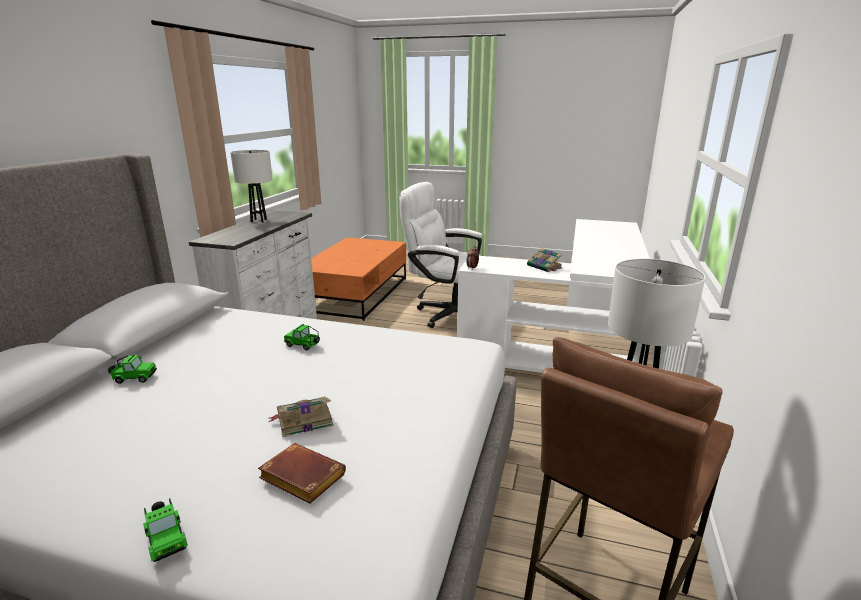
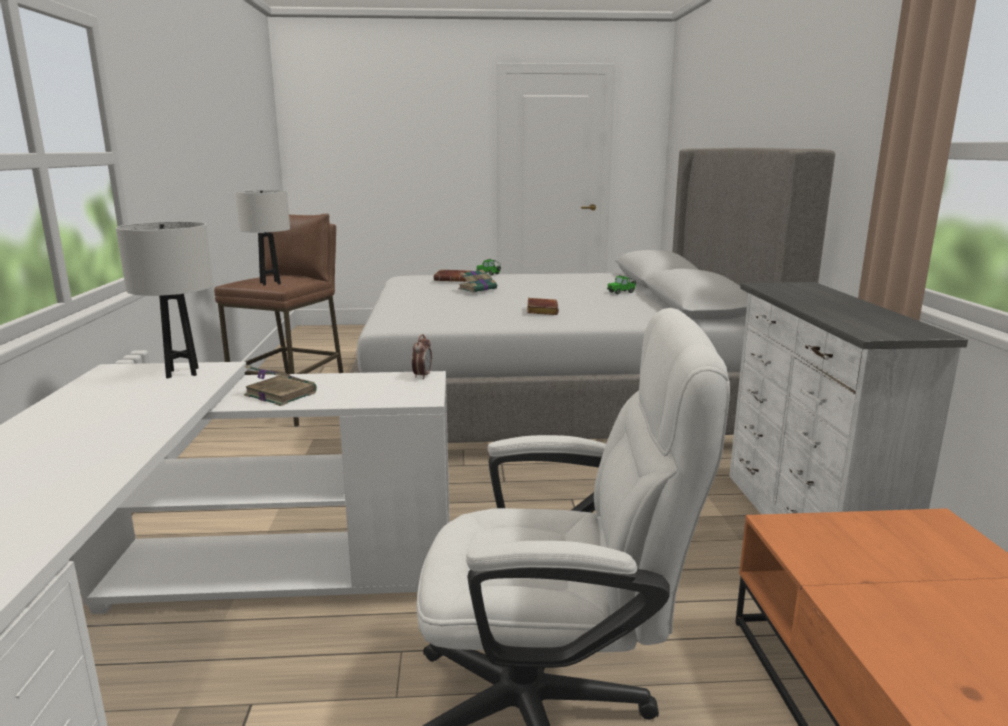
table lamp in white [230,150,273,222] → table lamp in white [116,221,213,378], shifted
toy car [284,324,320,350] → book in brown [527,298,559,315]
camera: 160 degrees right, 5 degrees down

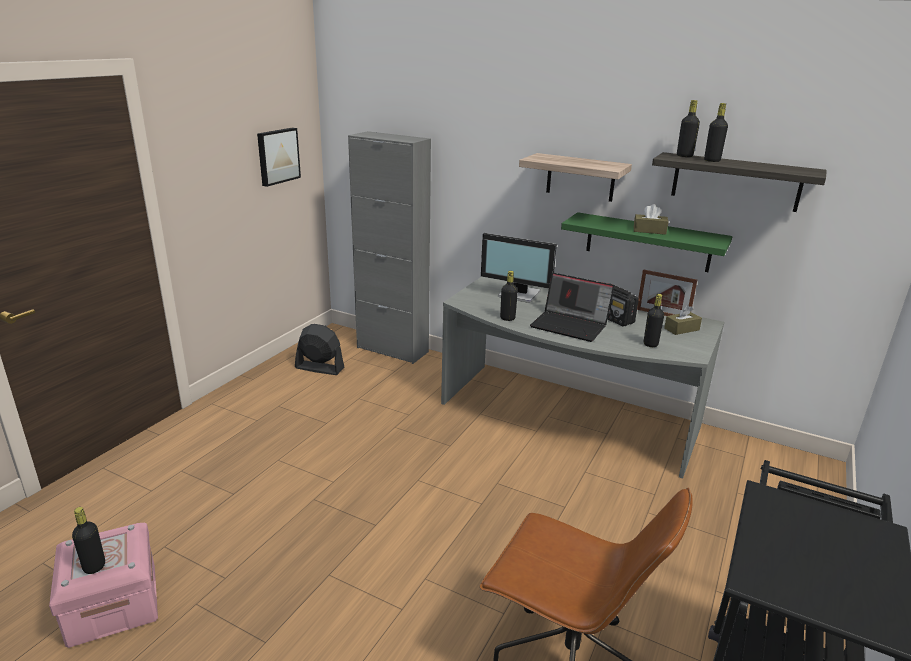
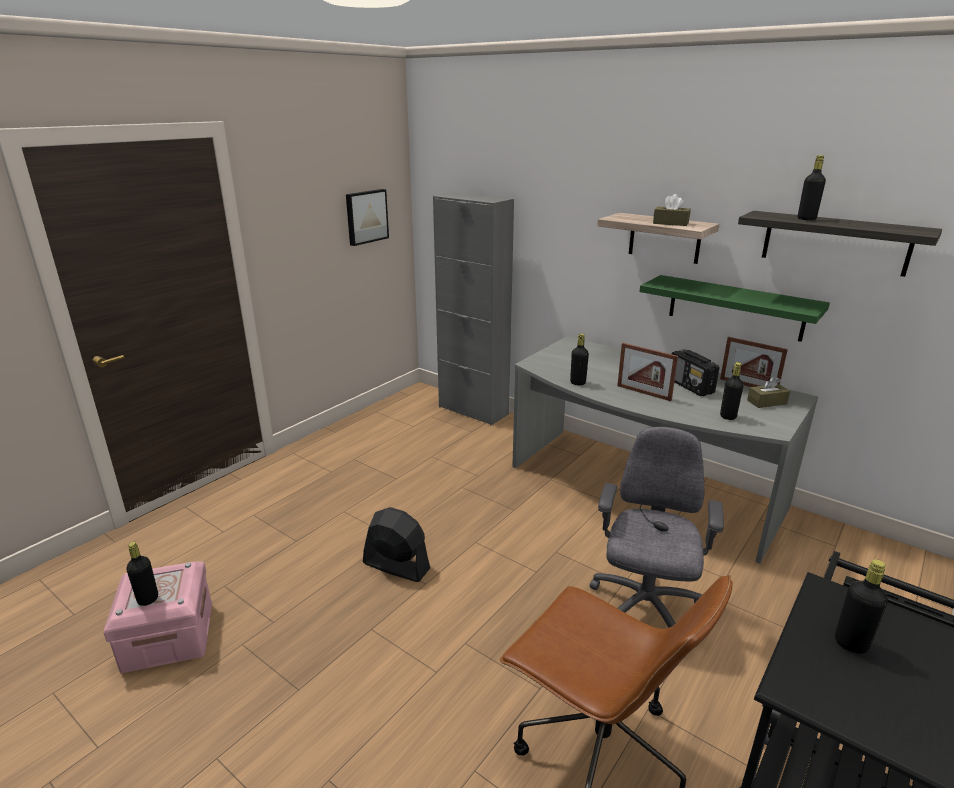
fan in black [295,324,344,375] → fan in black [363,507,430,582], shifted
monitor [481,233,557,303] → -
laptop [530,273,614,342] → picture frame [617,343,678,401]
tissue box in brown [634,204,669,235] → tissue box in brown [653,194,691,226], shifted
bottle in black [677,100,700,157] → bottle in black [835,559,888,654], shifted
- → office chair in grey [590,427,724,628]
camera: 10 degrees right, 0 degrees up

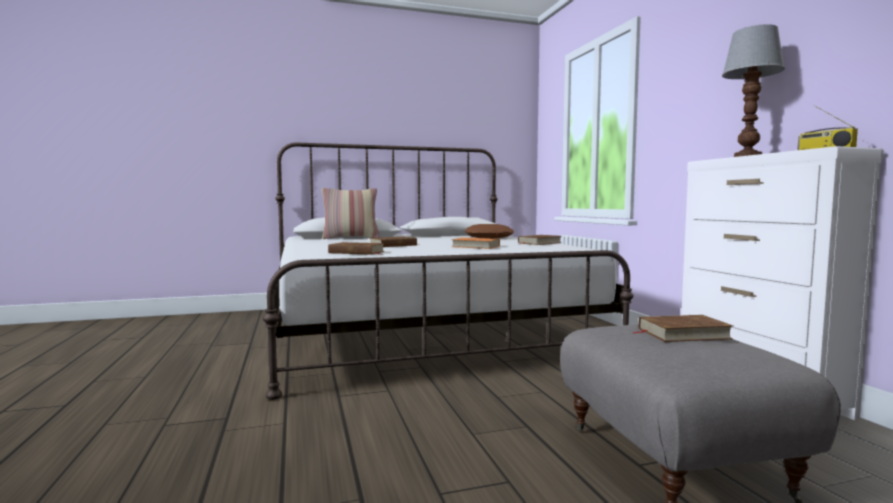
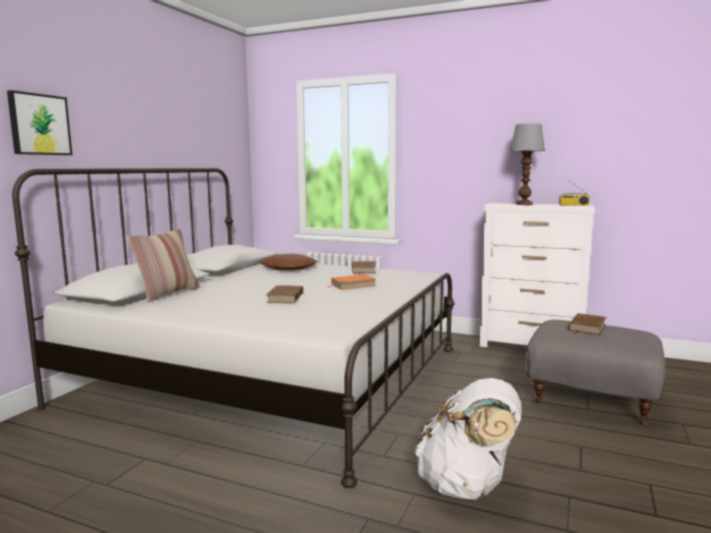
book in brown [328,242,385,255] → -
- → picture [7,90,72,155]
- → backpack in white [414,378,521,500]
camera: 50 degrees left, 5 degrees up

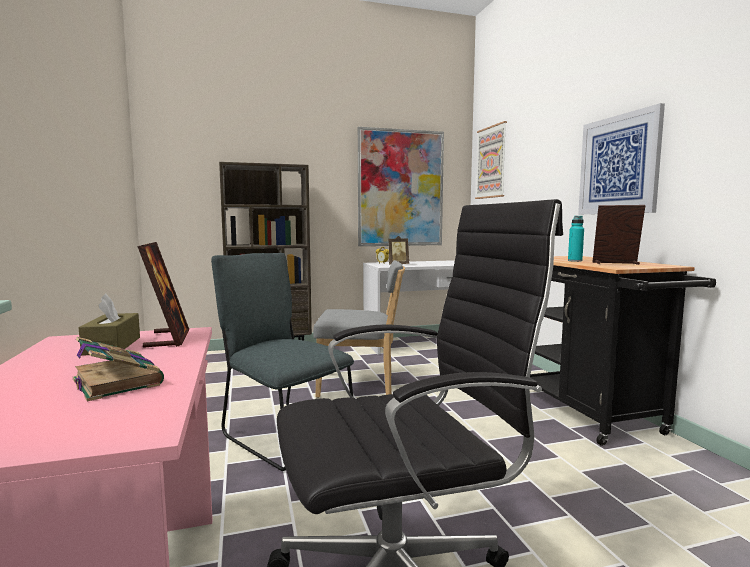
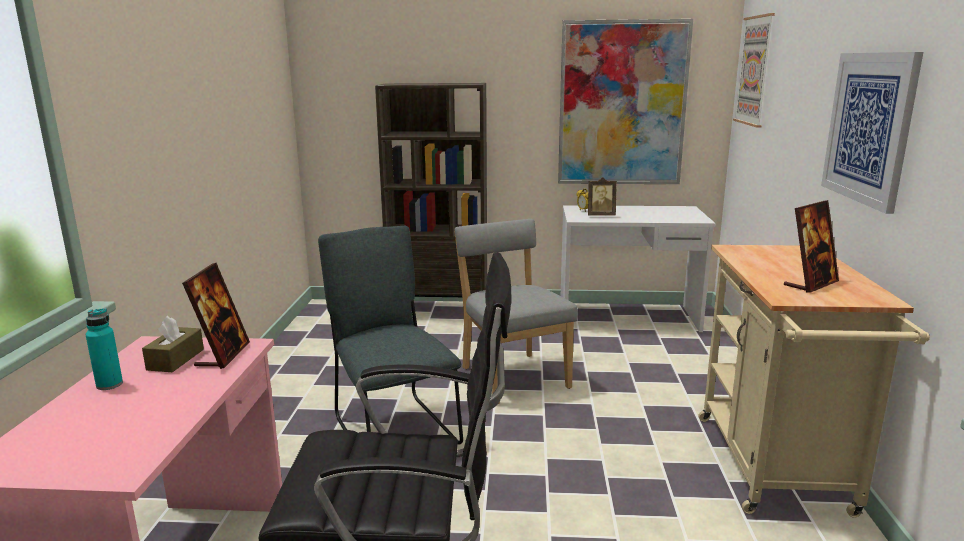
book [73,337,164,402] → -
chair in grey [313,260,405,398] → chair in grey [454,219,578,404], 135 degrees counterclockwise
cart in black [530,256,716,446] → cart in beige [698,245,930,518]
bottle in turquoise [568,216,584,262] → bottle in turquoise [86,308,123,390], shifted
picture frame [593,205,645,265] → picture frame [784,200,839,293], 105 degrees clockwise
camera: 20 degrees right, 10 degrees up

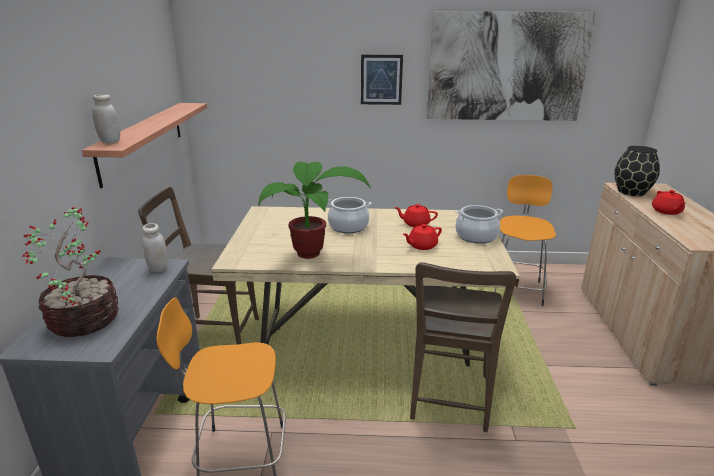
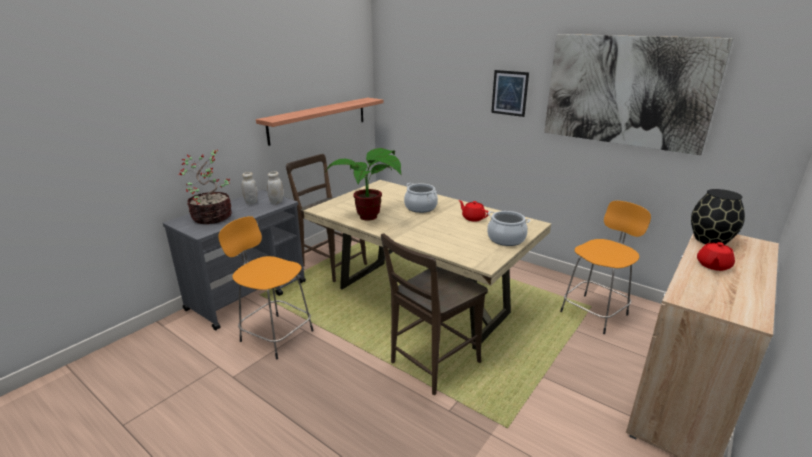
jar in white [93,94,120,143] → jar in white [242,172,258,205], shifted
teapot in red [403,224,442,250] → -
camera: 35 degrees right, 0 degrees up

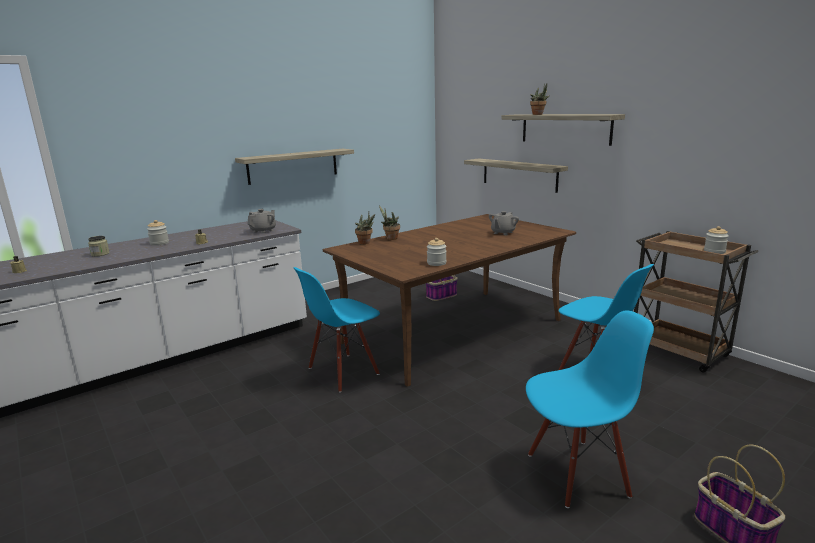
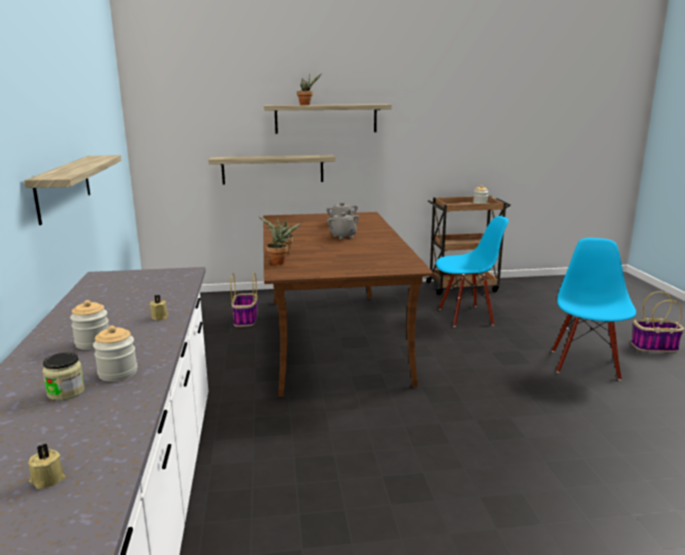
teapot in grey [248,209,276,234] → teapot in grey [327,212,359,239], shifted
chair in blue [293,267,380,393] → -
jar [427,238,446,266] → jar [93,326,137,381], shifted
camera: 60 degrees left, 0 degrees up

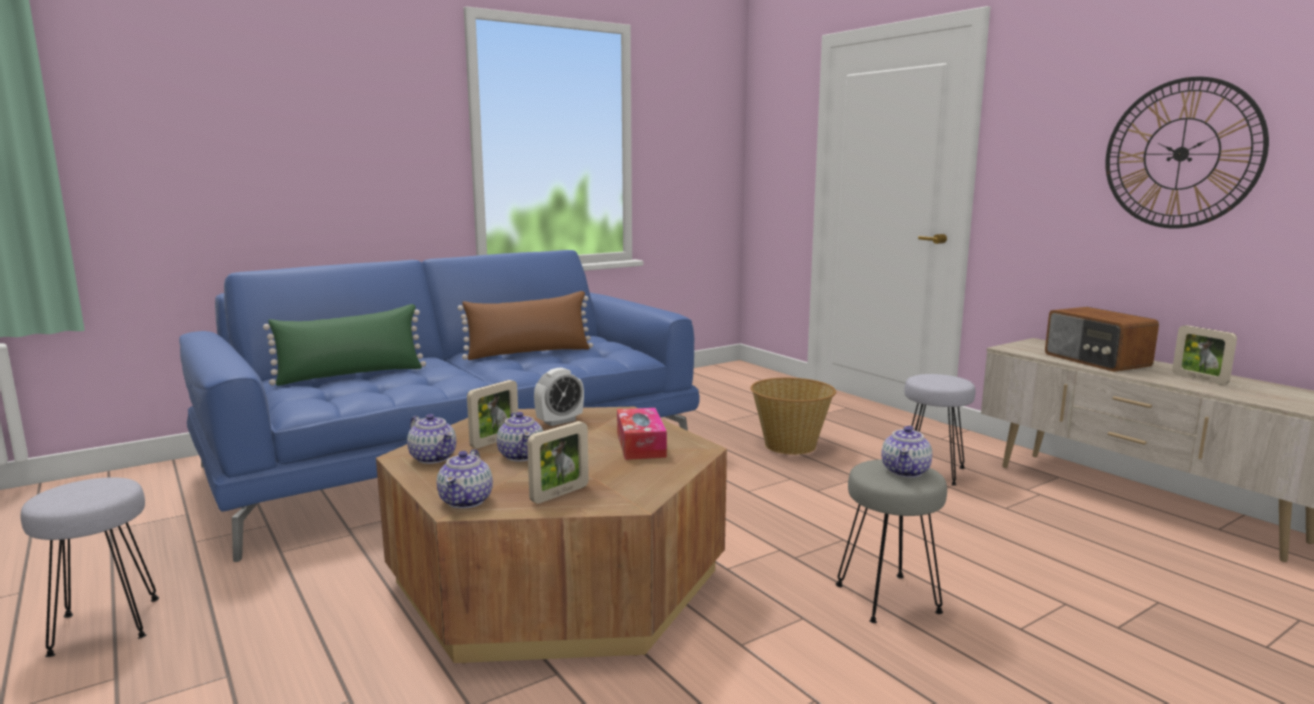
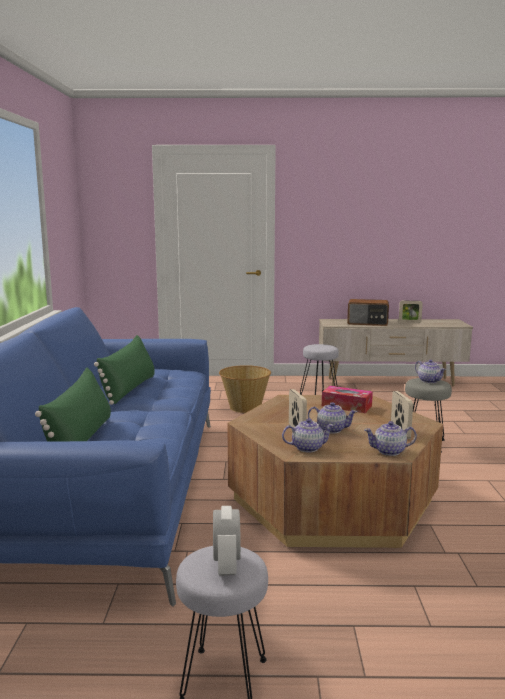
teapot [437,449,493,509] → teapot [364,421,417,456], 135 degrees clockwise
pillow in brown [458,291,593,360] → pillow in green [94,335,155,405]
alarm clock [534,368,584,426] → alarm clock [213,506,241,576], shifted
wall clock [1105,77,1269,229] → -
camera: 55 degrees left, 0 degrees up

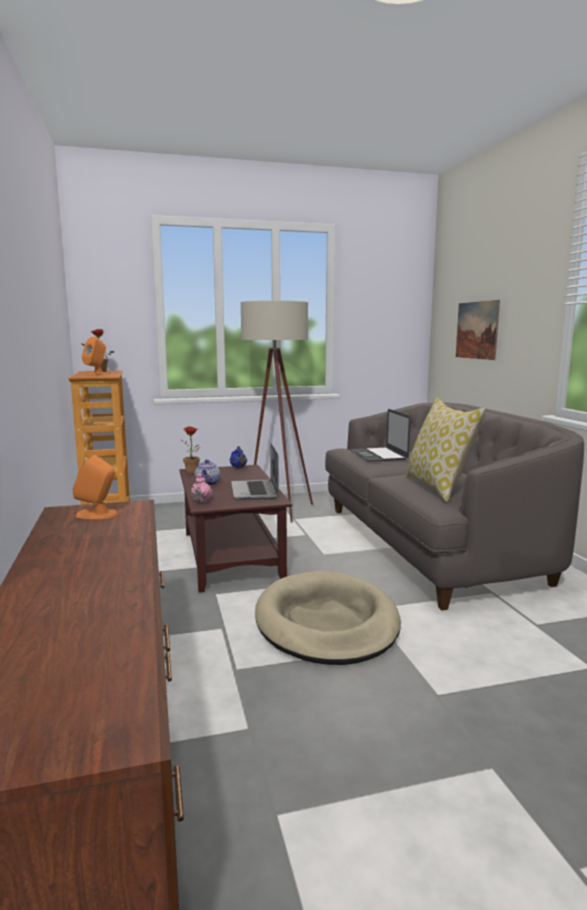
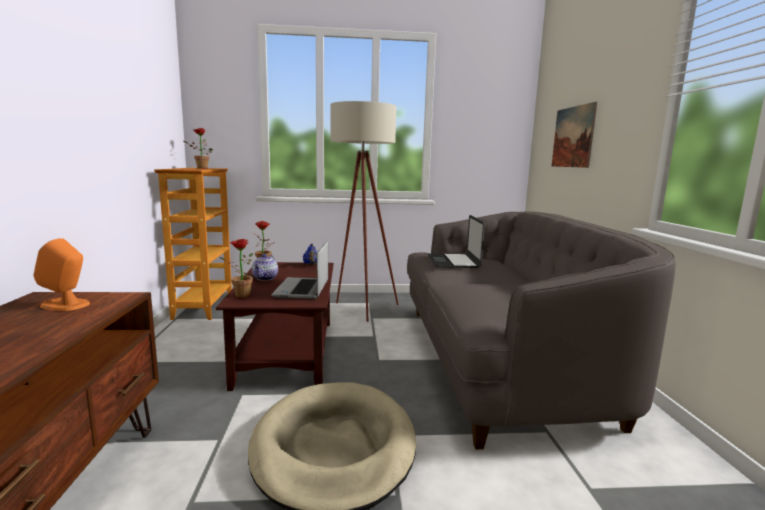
speaker in orange [82,336,108,375] → -
teapot in pink [190,474,212,502] → potted plant [219,239,253,298]
pillow [406,397,485,502] → -
camera: 10 degrees right, 0 degrees up

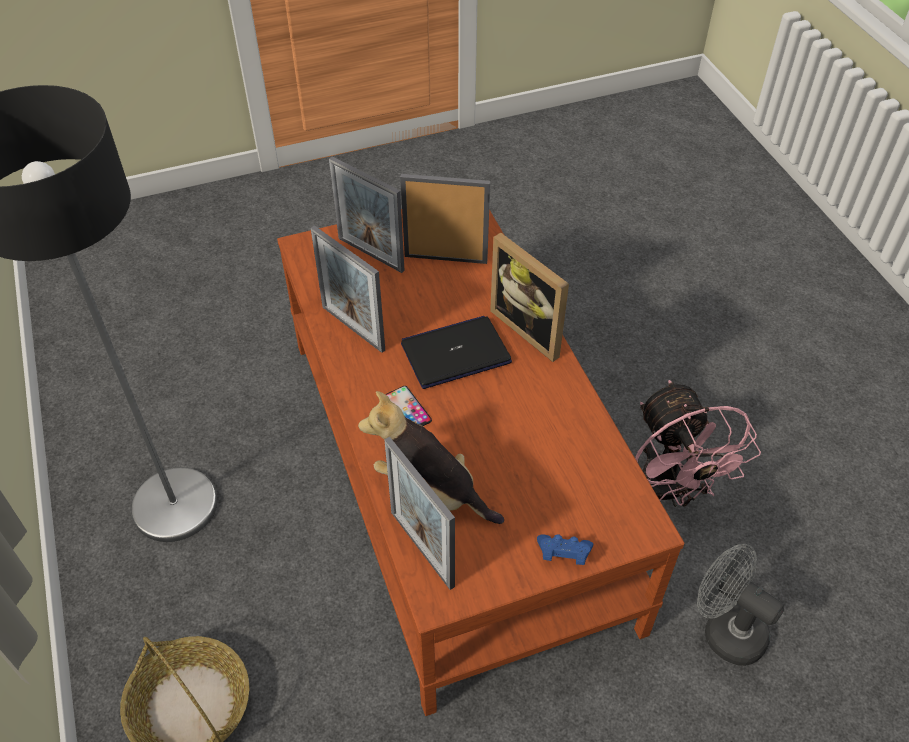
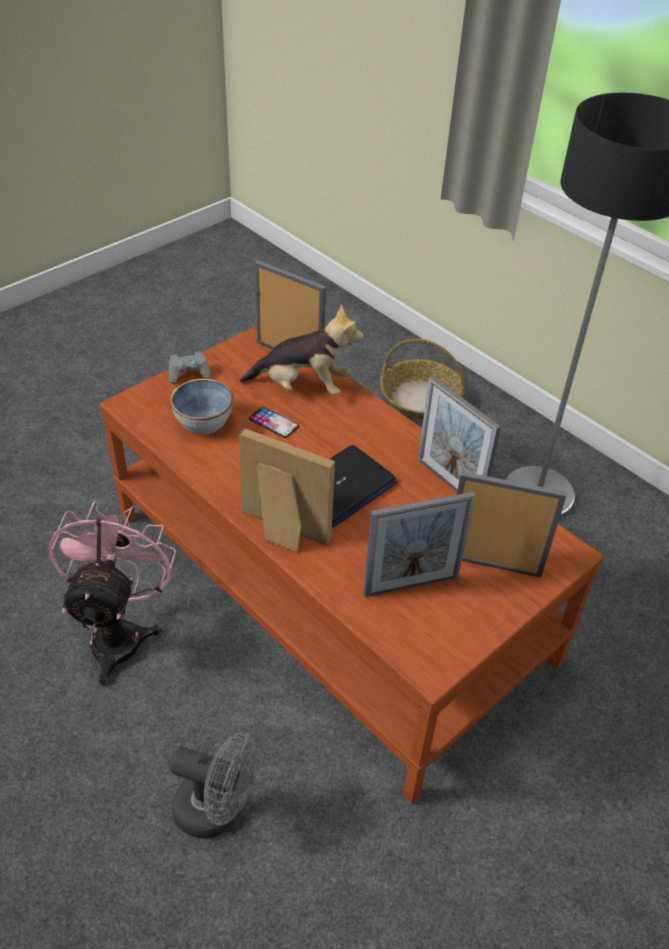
picture frame [311,225,385,353] → picture frame [418,376,501,492], 150 degrees counterclockwise
phone [385,386,432,426] → phone [249,407,299,438], shifted
game controller in blue [537,534,593,565] → game controller in grey [168,351,211,384]
fan in pink [635,380,761,507] → fan in pink [48,501,176,686], 45 degrees clockwise
fan in grey [697,544,784,666] → fan in grey [170,732,258,839], shifted
- → bowl [170,378,233,435]
camera: 155 degrees right, 5 degrees down

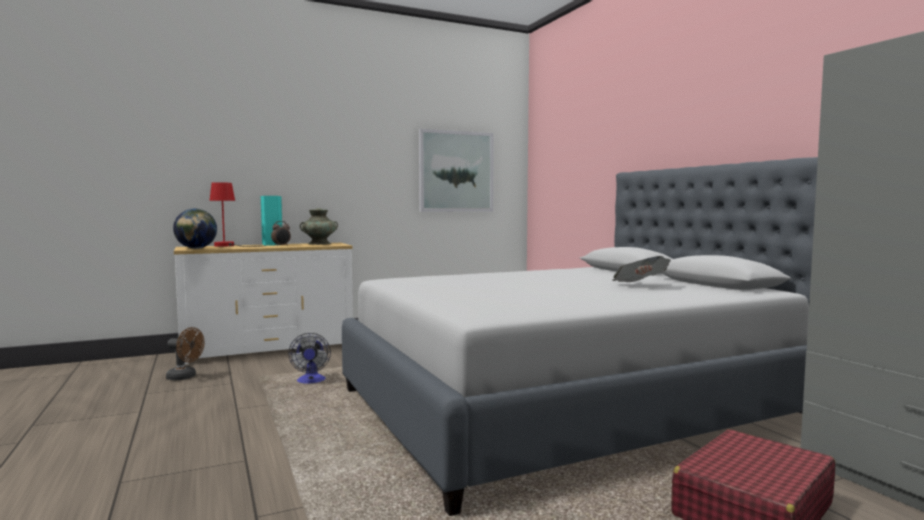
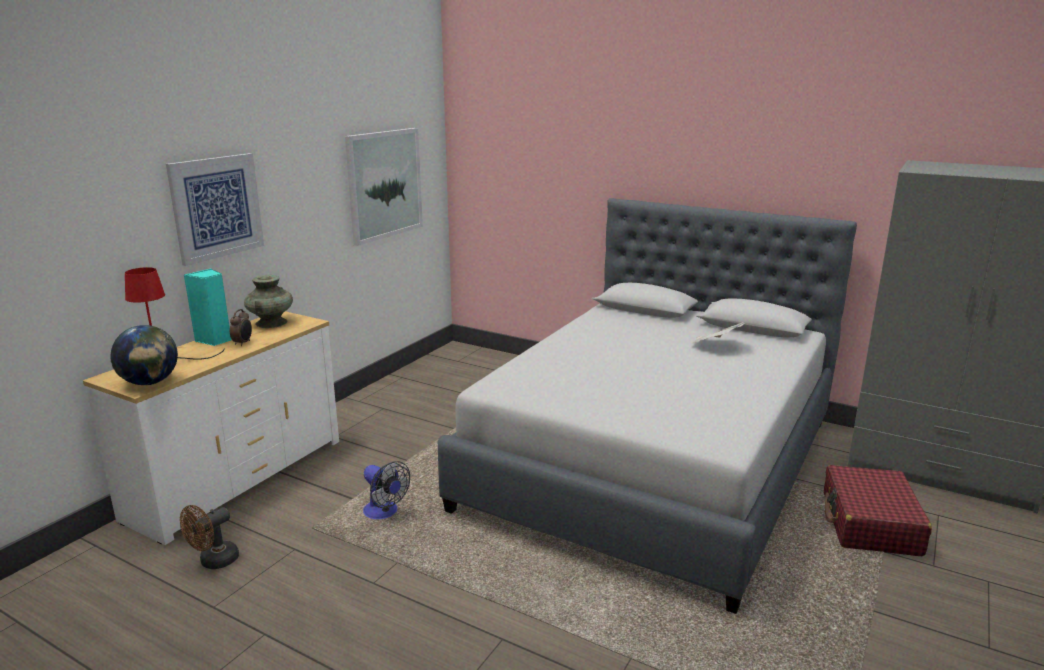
fan in brown [166,327,205,380] → fan in brown [180,505,239,569], 150 degrees clockwise
- → picture [166,153,264,266]
camera: 35 degrees left, 15 degrees up

